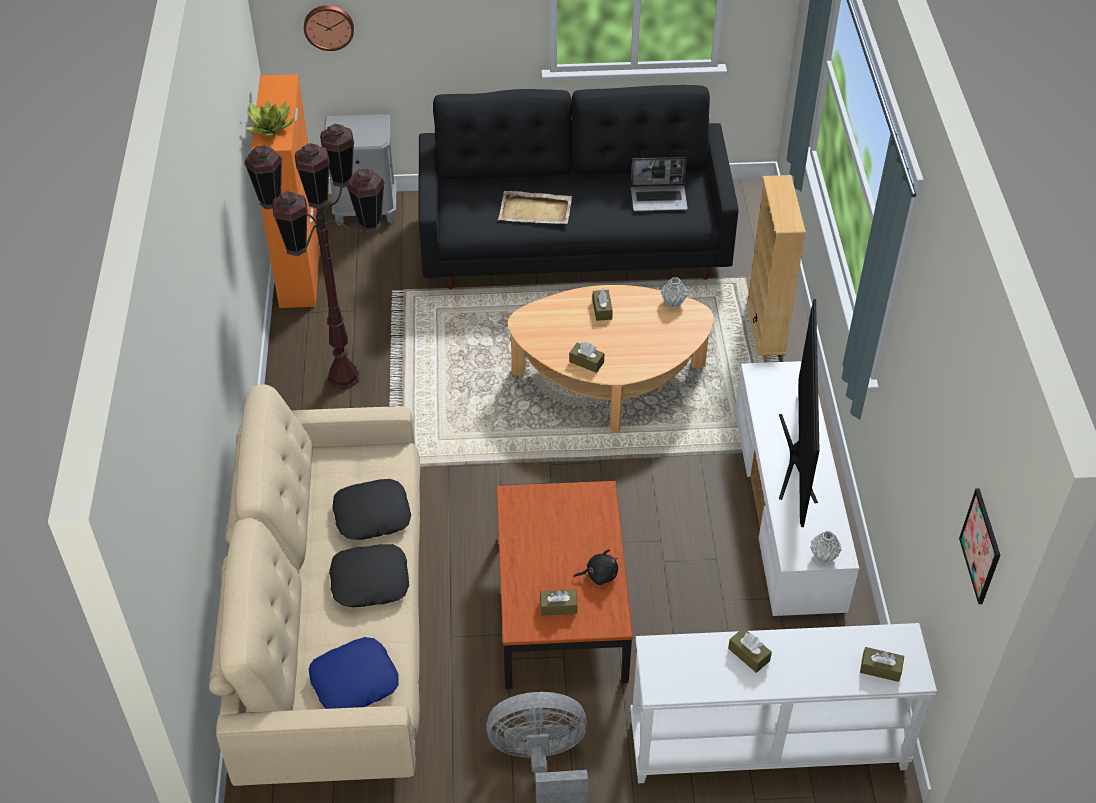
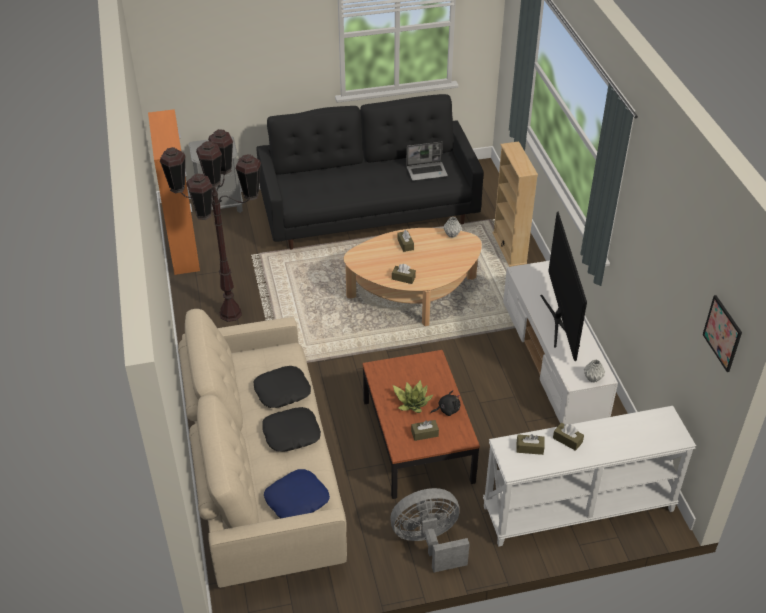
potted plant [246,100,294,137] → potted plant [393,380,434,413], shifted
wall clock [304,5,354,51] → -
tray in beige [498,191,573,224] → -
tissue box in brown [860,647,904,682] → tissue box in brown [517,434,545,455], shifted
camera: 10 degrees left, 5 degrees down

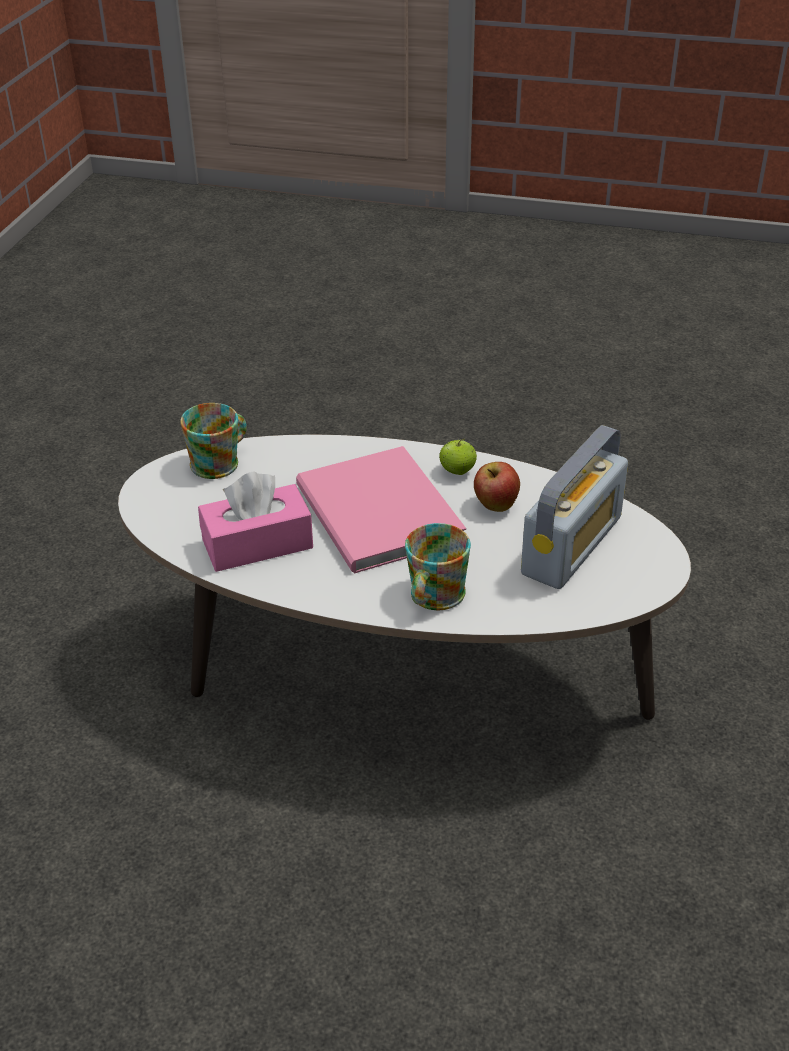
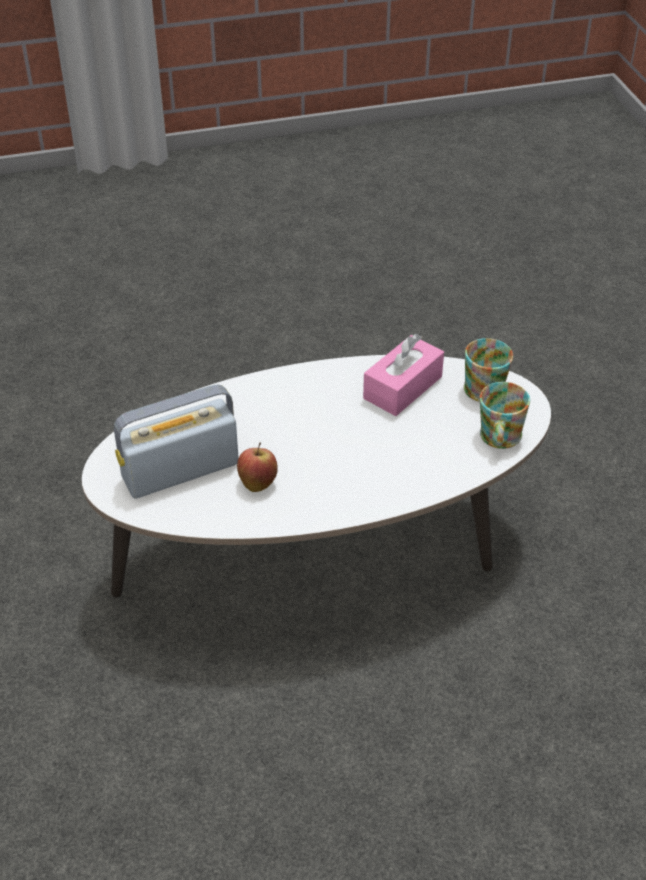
book in pink [296,446,466,573] → -
mug [405,523,471,610] → mug [464,338,513,402], shifted
apple [440,439,477,475] → -
radio [521,425,628,589] → radio [114,384,239,499], 60 degrees clockwise
camera: 150 degrees right, 5 degrees up

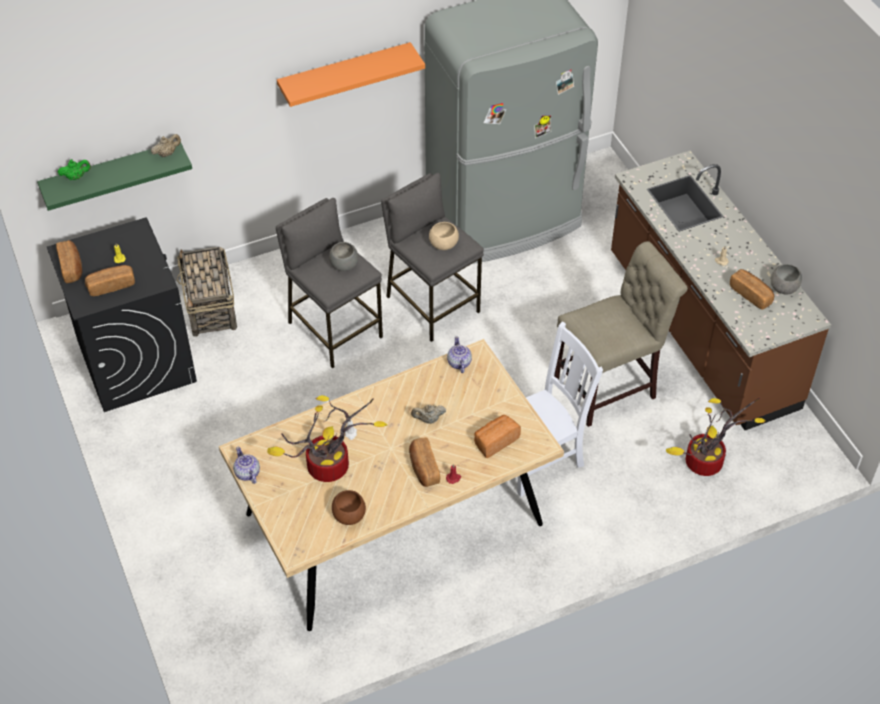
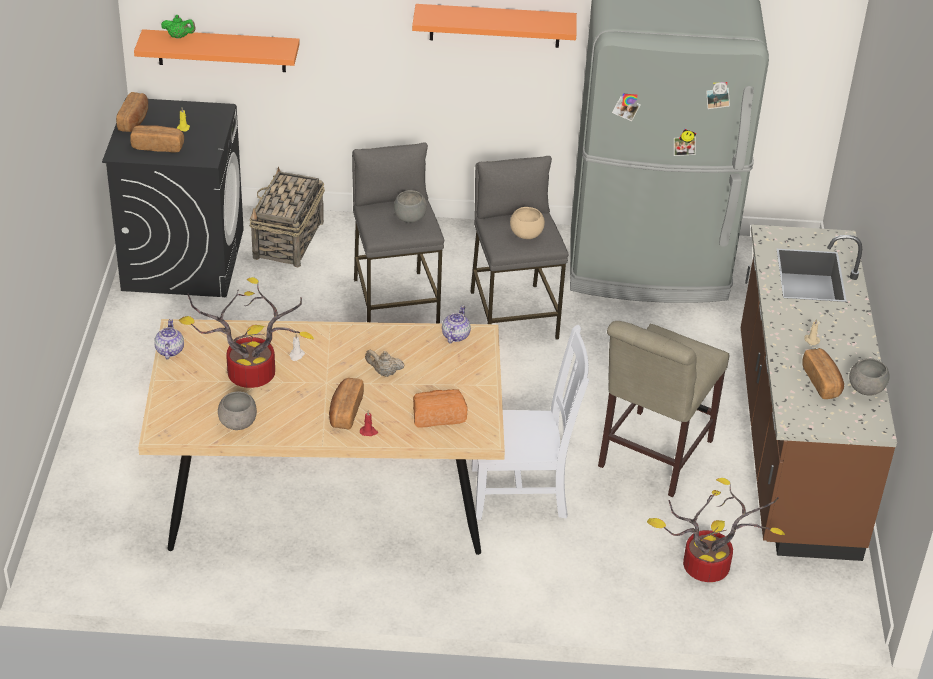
shelf in green [37,142,192,211] → shelf in orange [134,29,300,72]
teapot in beige [151,134,181,157] → -
bowl in brown [332,490,366,525] → bowl in grey [218,392,257,430]
chair in beige [554,241,688,427] → chair in beige [598,321,729,497], 120 degrees clockwise
camera: 25 degrees right, 10 degrees down

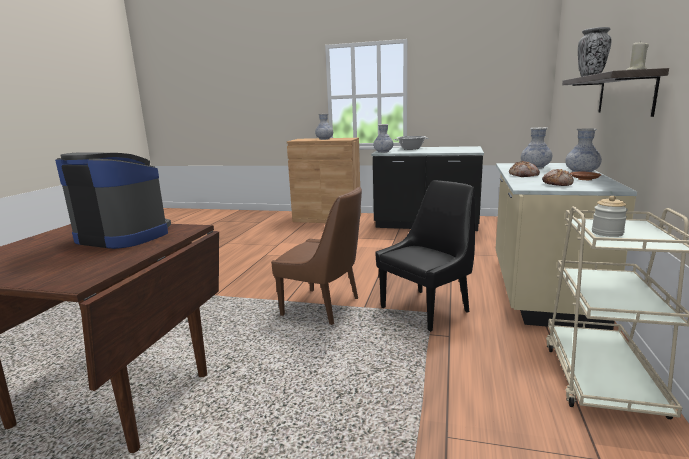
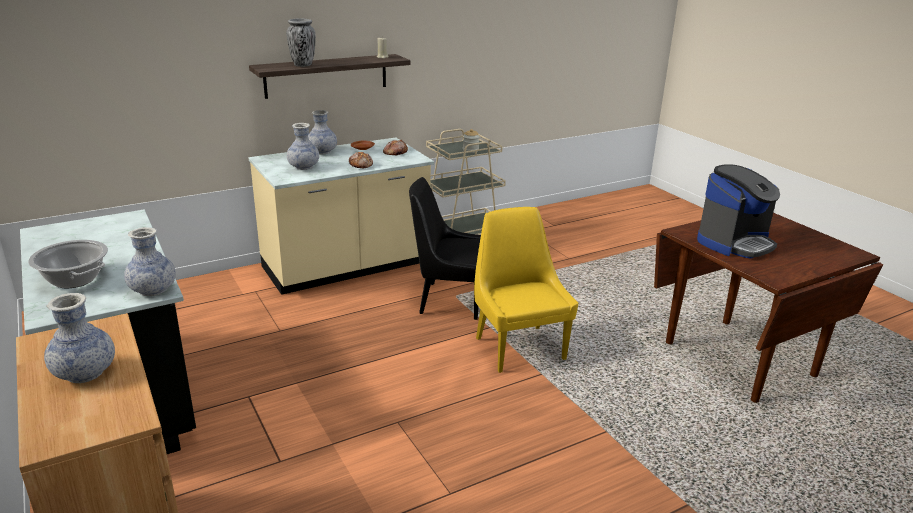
coffee machine [55,152,171,249] → coffee machine [697,164,780,258], 105 degrees counterclockwise
chair in brown [271,187,362,325] → chair in yellow [474,207,578,373]
camera: 135 degrees left, 10 degrees up

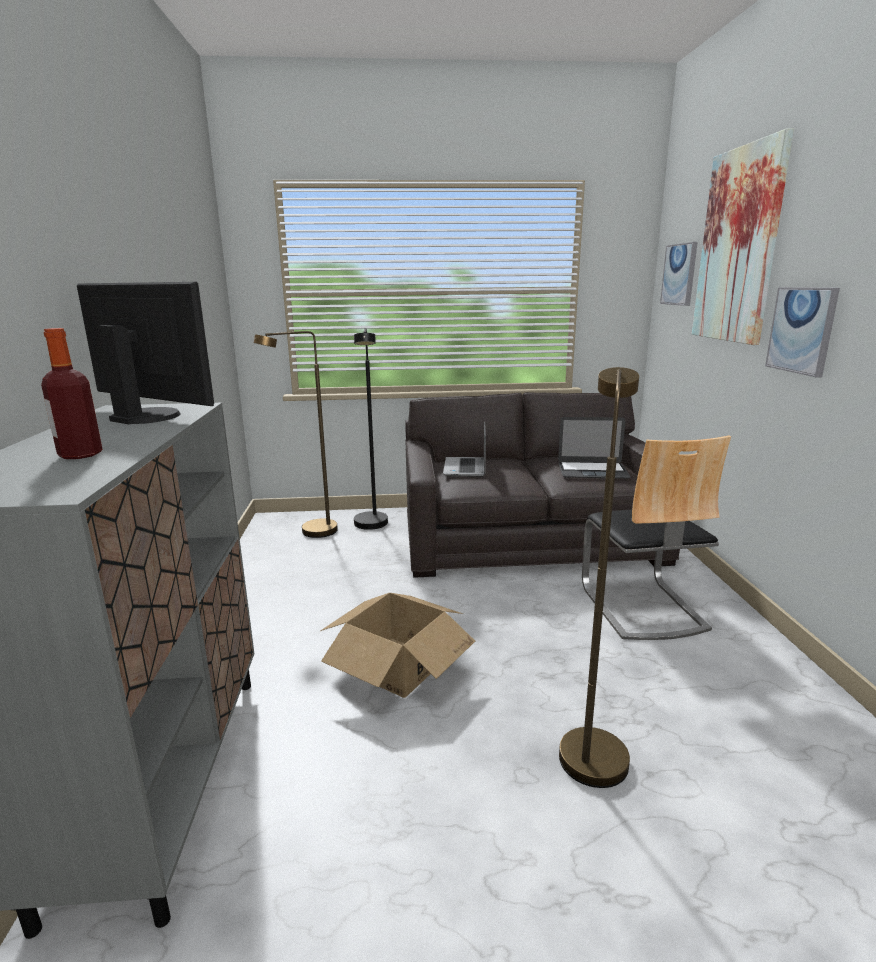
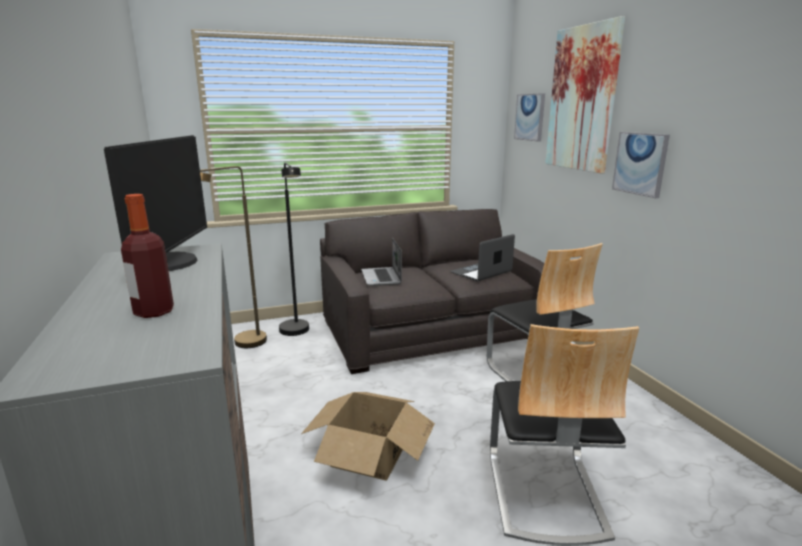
monitor [77,282,214,424] → monitor [104,135,207,271], 75 degrees clockwise
laptop [558,417,630,479] → laptop [450,234,515,281], 150 degrees clockwise
floor lamp in brown [559,367,639,788] → chair [490,324,639,546]
camera: 15 degrees left, 0 degrees up

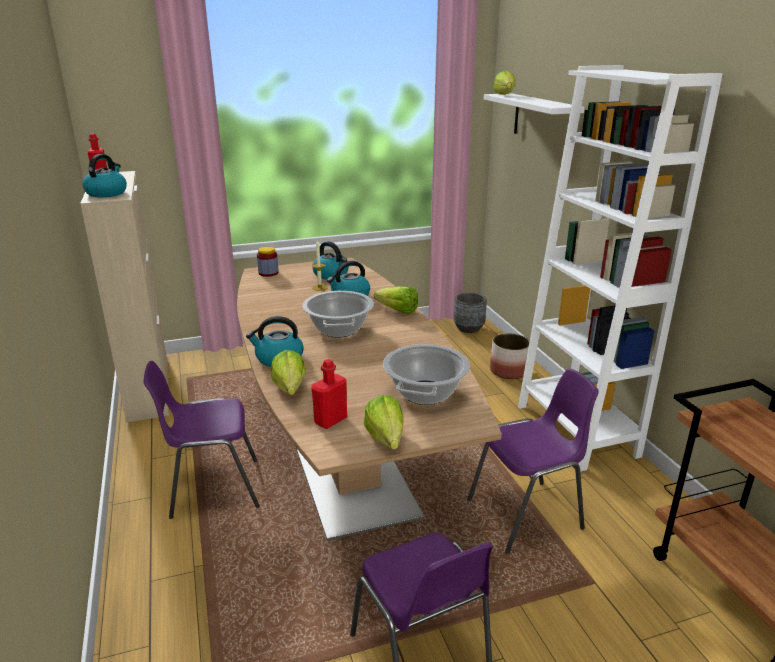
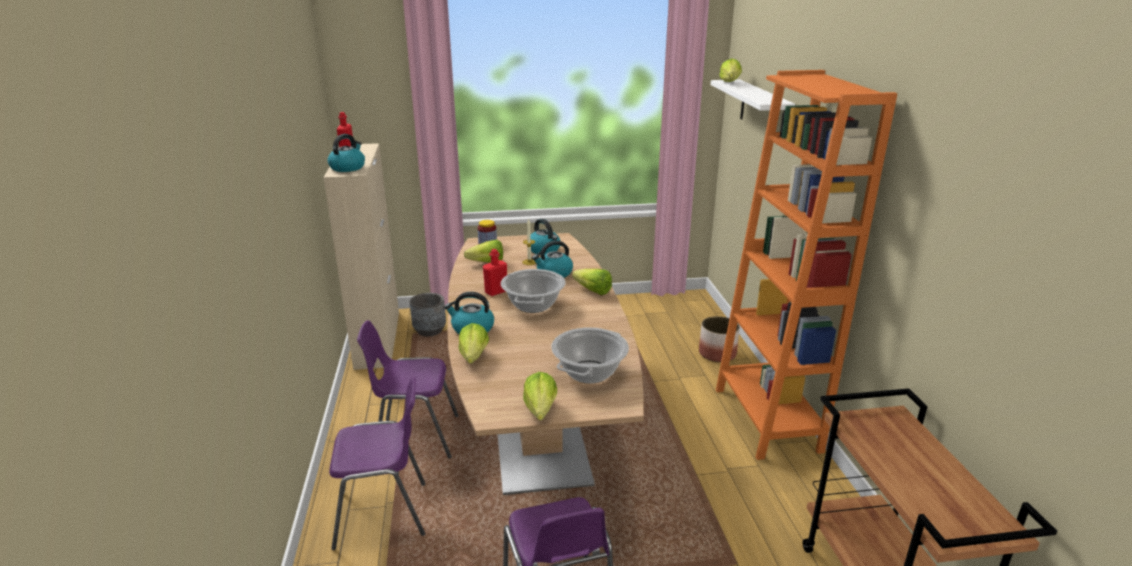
bottle in red [311,359,347,429] → bottle in red [483,249,507,296], shifted
planter in grey [454,292,487,333] → planter in grey [410,293,446,336], shifted
chair in purple [467,368,599,553] → chair in purple [329,377,426,550], shifted
bookcase in white [518,65,723,472] → bookcase in orange [716,70,897,460]
- → lettuce [464,240,503,263]
camera: 10 degrees right, 0 degrees up

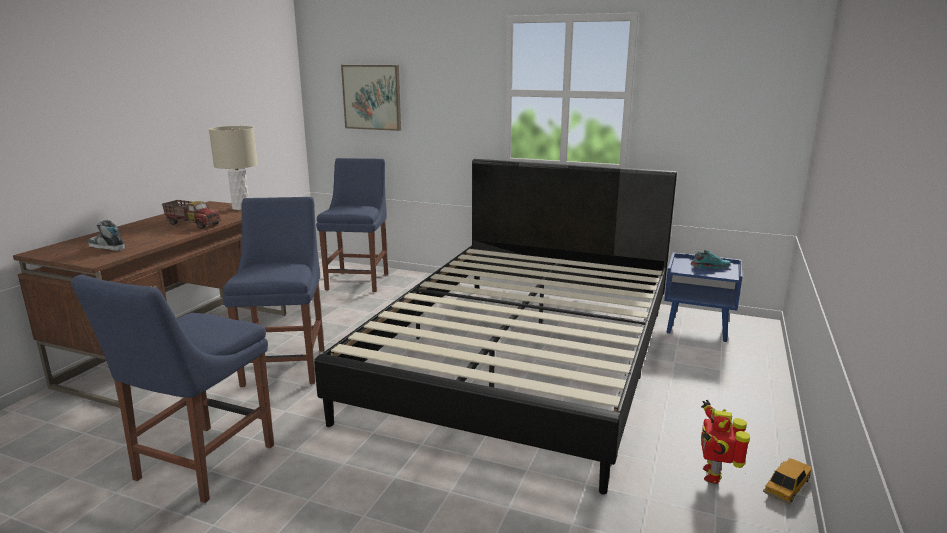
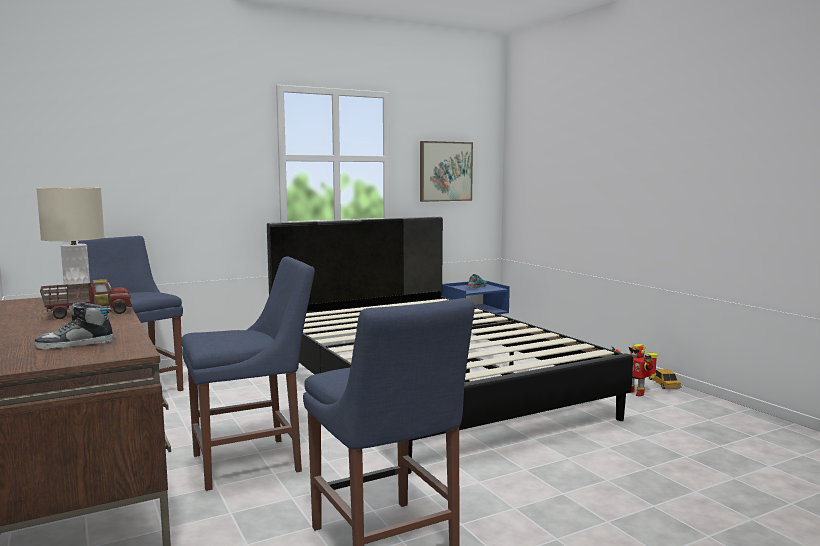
chair in blue [223,197,324,387] → chair in blue [181,257,315,491], 120 degrees clockwise
picture [341,65,401,131] → picture [420,141,473,202], shifted
camera: 50 degrees left, 10 degrees down

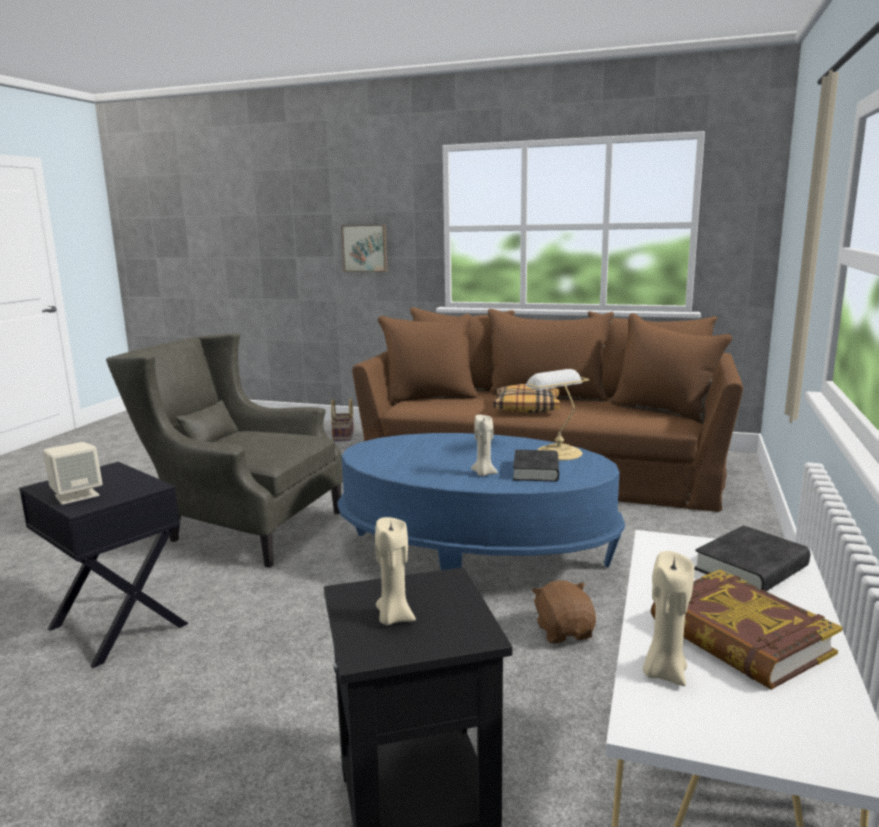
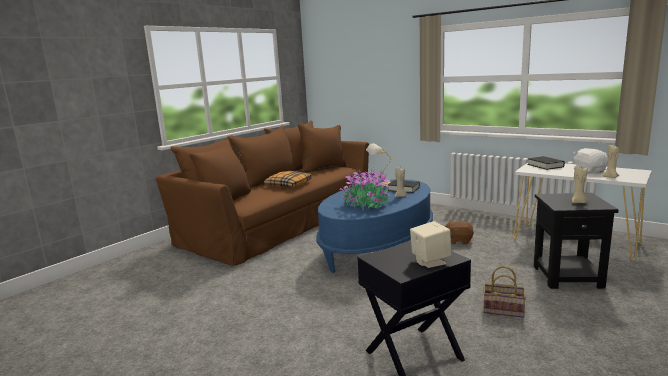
armchair in grey [106,333,343,568] → -
basket [331,399,354,441] → basket [483,266,526,318], shifted
picture [341,225,387,272] → -
book [651,569,842,690] → plush toy in white [573,148,608,174]
- → potted plant [340,170,390,210]
camera: 70 degrees left, 0 degrees up

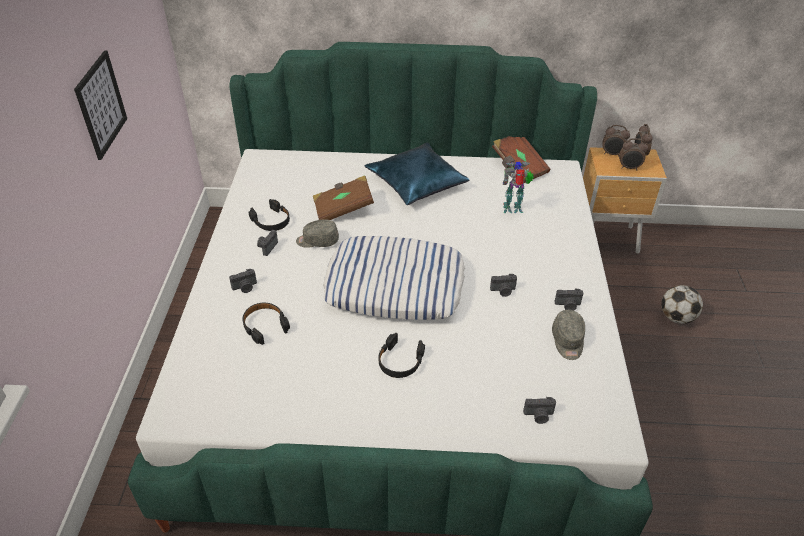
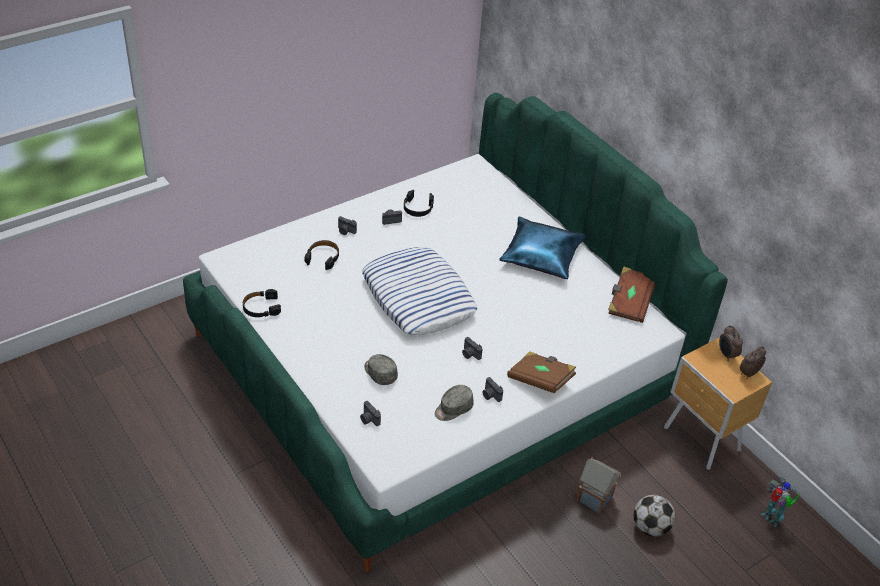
picture [74,50,127,160] → -
cap in grey [296,219,339,248] → cap in grey [364,354,398,385], shifted
book in brown [313,175,374,220] → book in brown [507,351,576,393], shifted
headphones in black [379,333,425,378] → headphones in black [243,289,281,317], shifted
toy robot [503,161,534,213] → toy robot [761,477,799,527], shifted
alarm clock [619,138,648,170] → -
- → toy house [576,457,621,514]
camera: 50 degrees right, 0 degrees up

